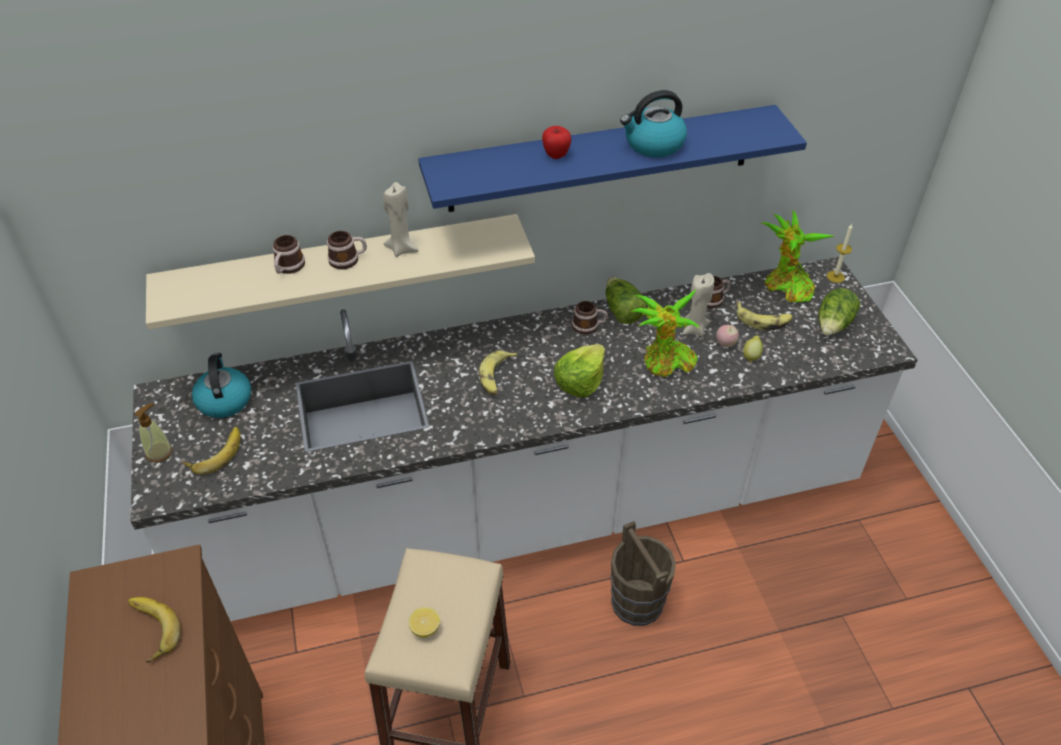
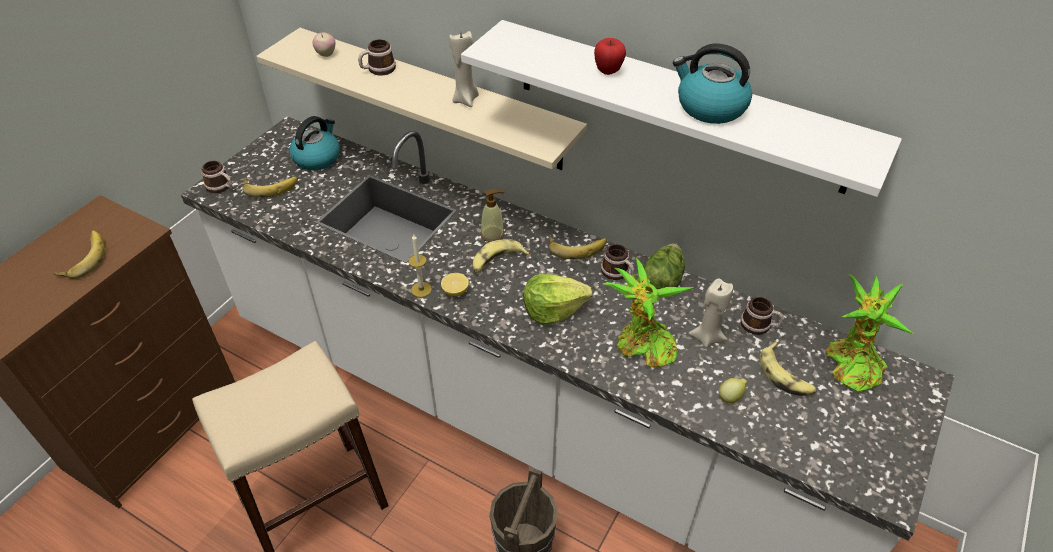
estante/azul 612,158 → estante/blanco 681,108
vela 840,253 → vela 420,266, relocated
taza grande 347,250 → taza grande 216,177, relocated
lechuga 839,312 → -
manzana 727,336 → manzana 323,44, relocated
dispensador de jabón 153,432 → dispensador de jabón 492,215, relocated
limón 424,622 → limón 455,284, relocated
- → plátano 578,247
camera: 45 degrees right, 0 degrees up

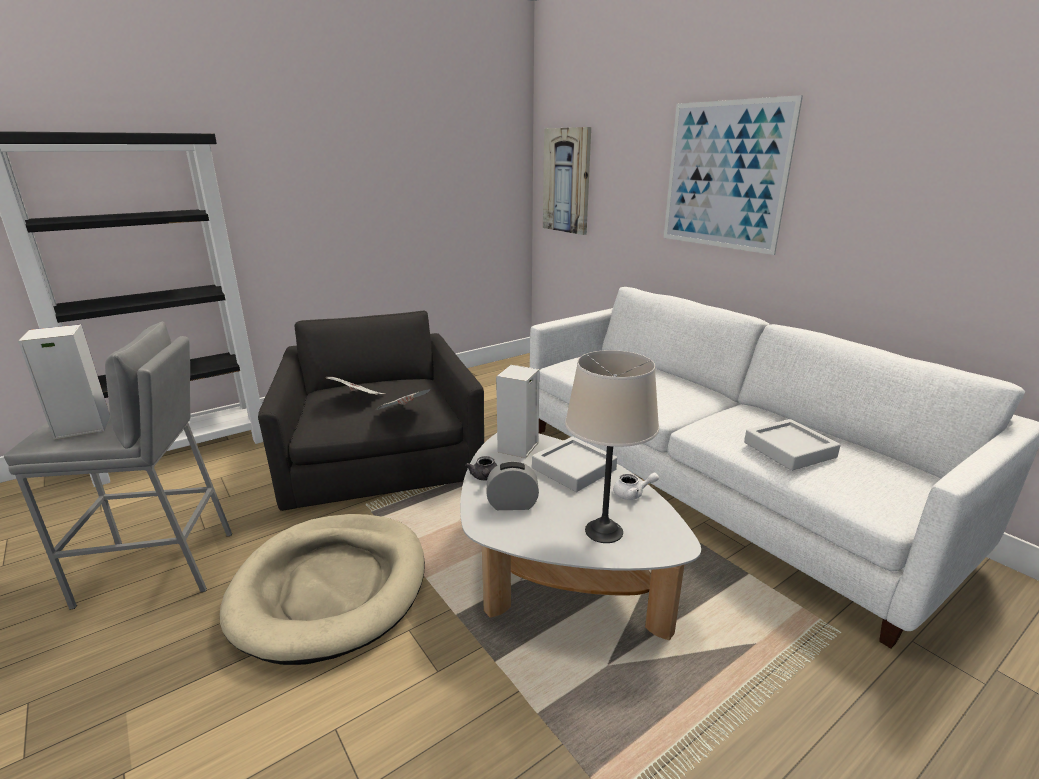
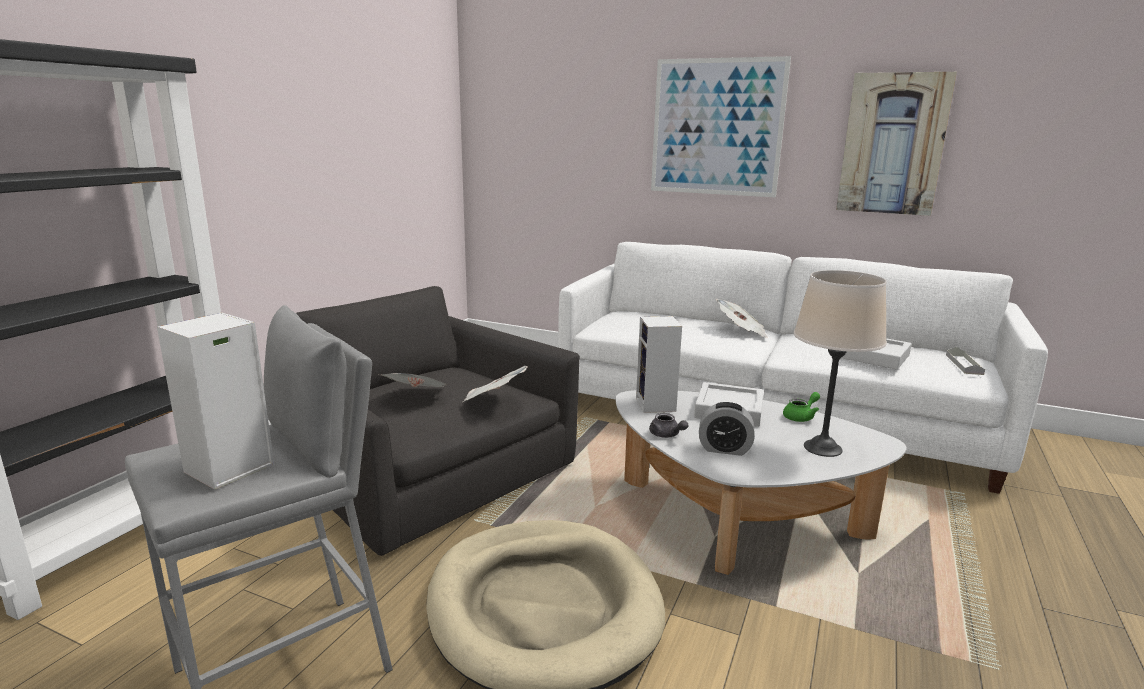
cuadro 567,181 → cuadro 896,144, relocated
despertador 512,485 → despertador 727,429, 135 degrees counterclockwise
tetera/blanco 636,486 → tetera/verde 801,407
- → periódico 742,318
- → bandeja/gris 965,361
camera: 30 degrees left, 5 degrees down

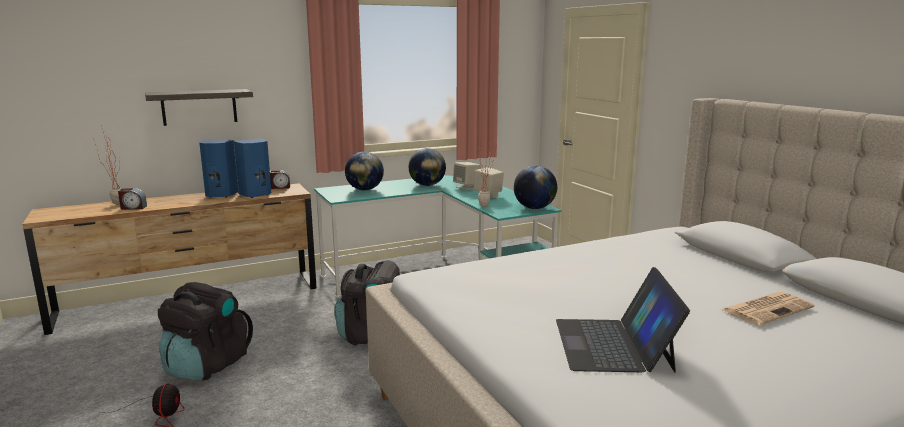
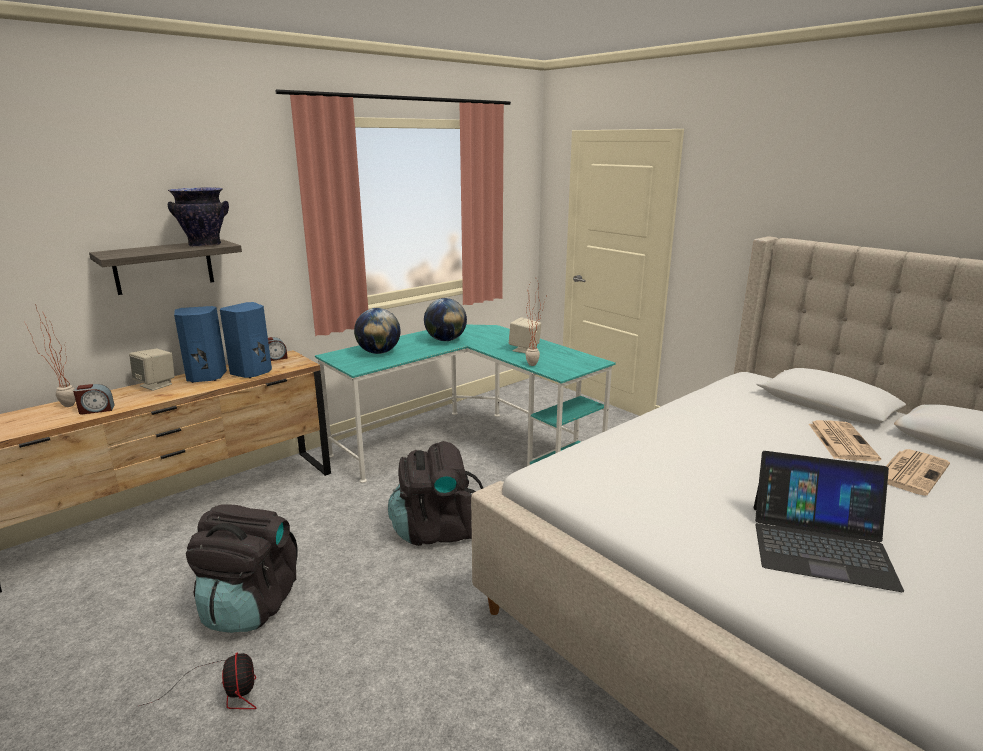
altavoz/beis 467,176 → altavoz/beis 152,370, relocated
globo terráqueo 535,187 → -
portátil 623,320 → portátil 829,521, 60 degrees counterclockwise
- → florero 198,217
- → periódico 845,440
camera: 15 degrees left, 5 degrees up

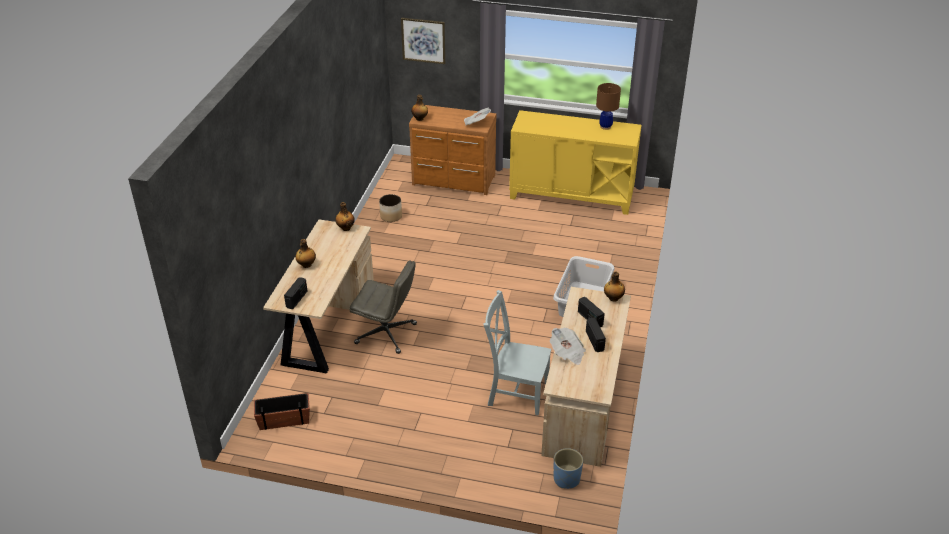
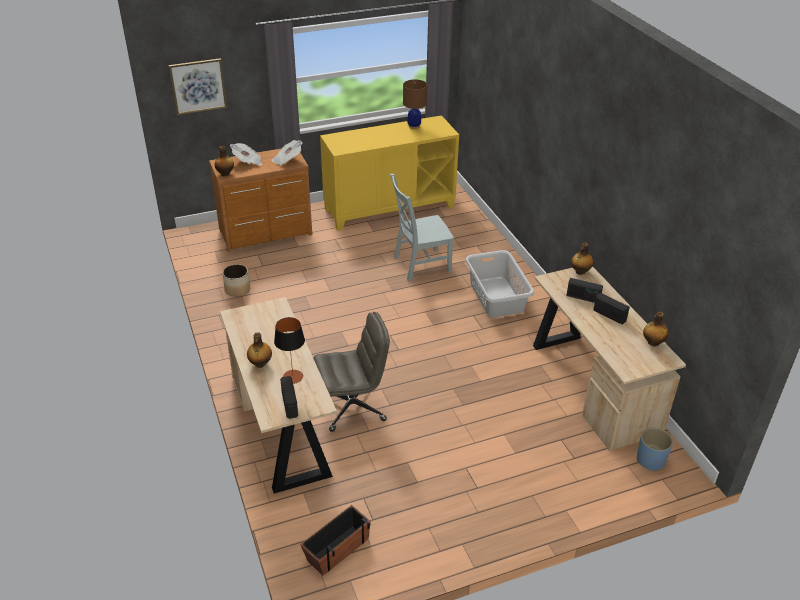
botella 345,216 → botella 656,329, relocated
silla/gris 517,352 → silla/gris 422,227, relocated
periódico 568,346 → periódico 246,154, relocated
- → lámpara de mesa 289,350
camera: 35 degrees left, 0 degrees up

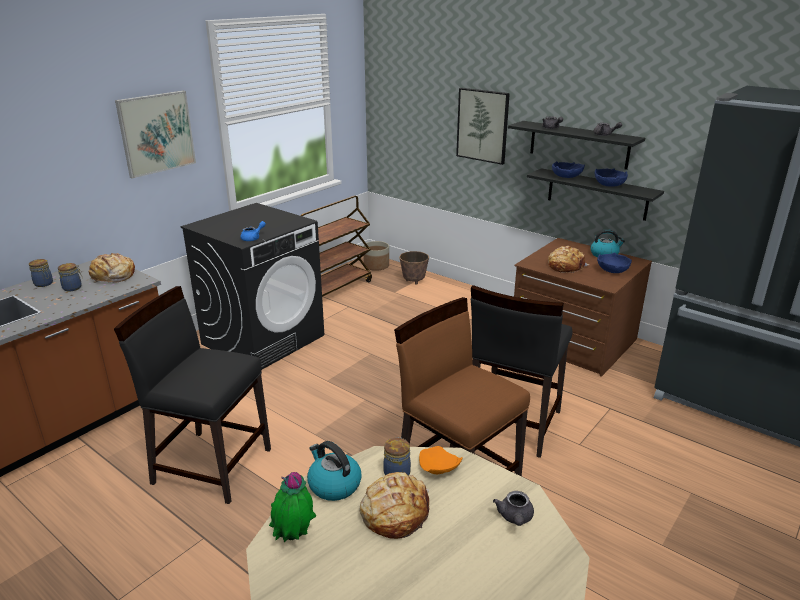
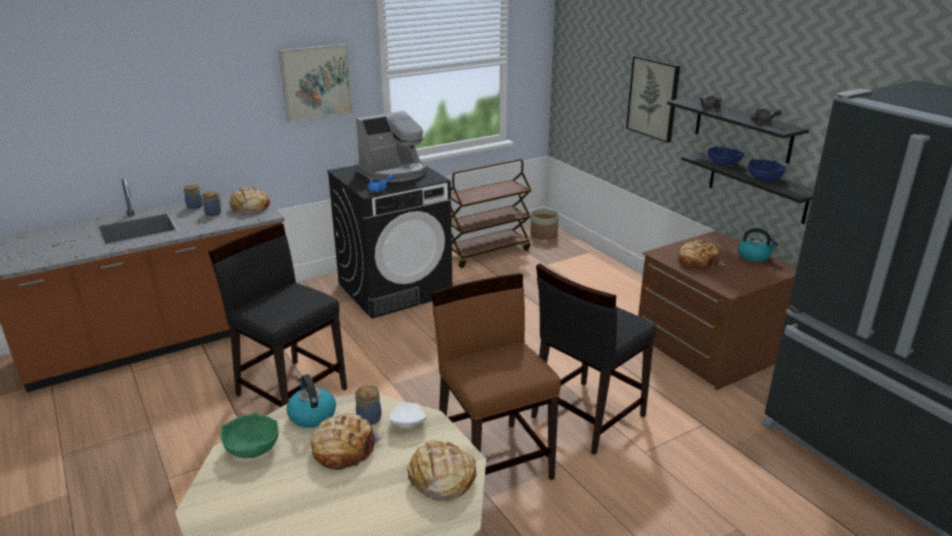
maceta 414,268 → -
cuenco/azul 614,263 → -
plato/naranja 441,460 → plato/blanco 408,415
planta en maceta 292,507 → cuenco/verde 249,435
tetera/gris 513,508 → pan 441,470
- → cafetera 390,146
camera: 20 degrees right, 0 degrees up

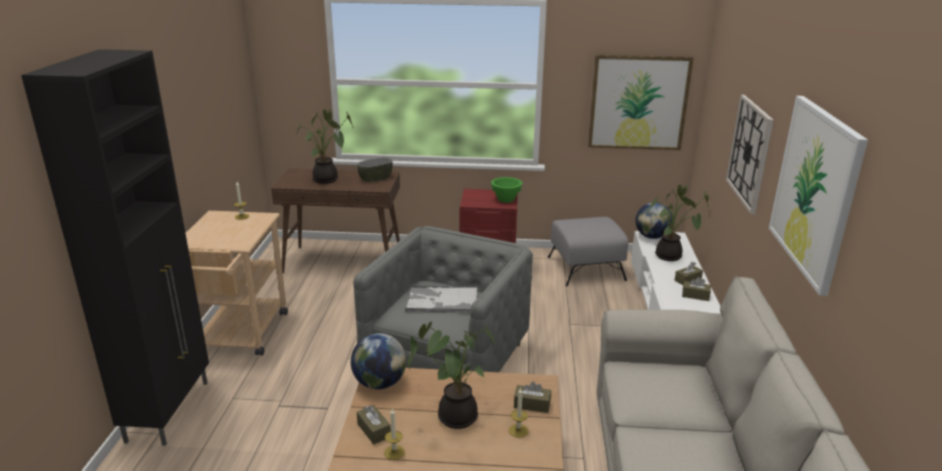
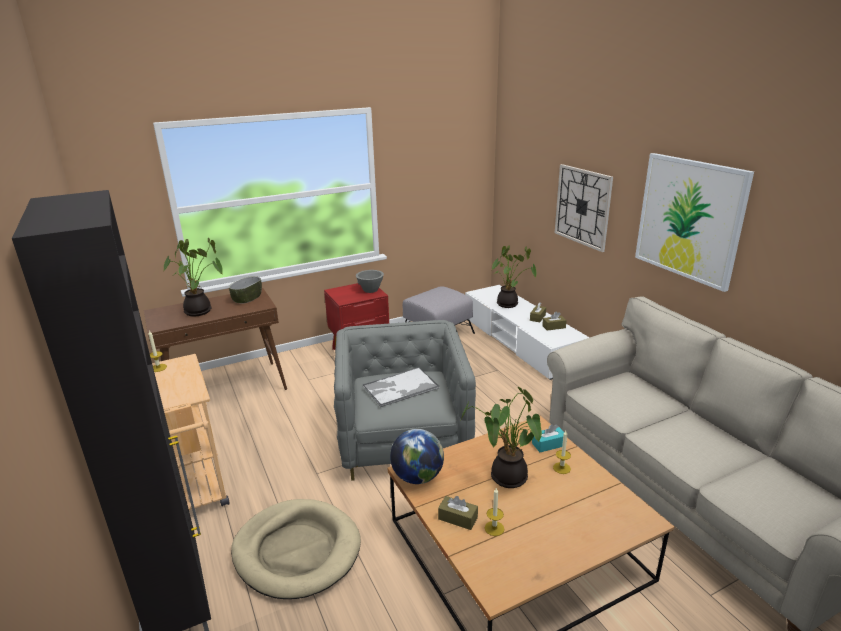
cuadro 640,102 → -
cuenco/verde 506,190 → cuenco/gris 370,281
globo terráqueo 653,221 → -
caja de pañuelos/marrón 532,397 → caja de pañuelos/turquesa 548,438
- → cama para perro/beis 296,549
camera: 30 degrees left, 0 degrees up

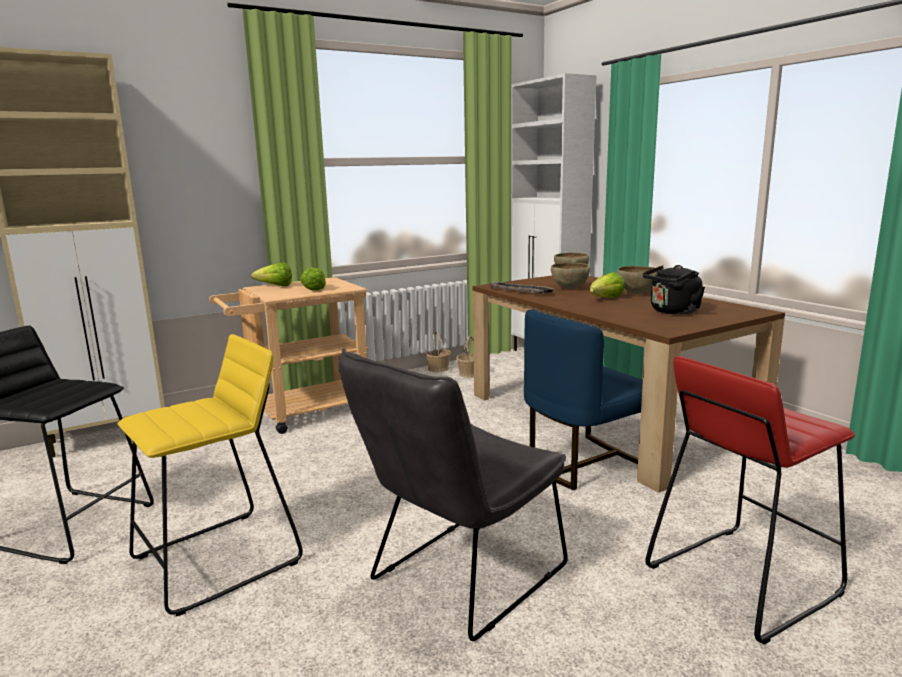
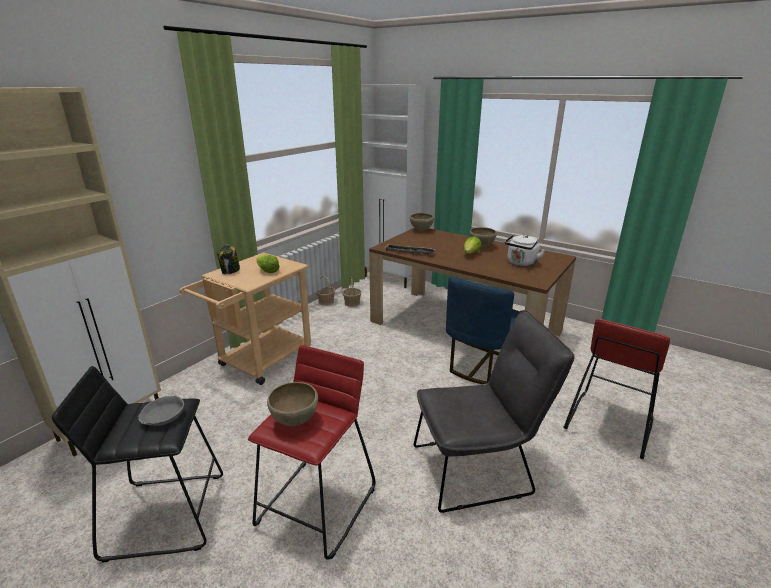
lechuga 271,274 → tarro 228,259
cuenco/marrón 570,276 → cuenco/marrón 292,404, relocated
hervidor/negro 674,289 → hervidor/blanco 525,250
taburete/amarillo 210,475 → taburete/rojo 312,452
silla/gris 453,495 → silla/gris 494,411, 120 degrees counterclockwise
- → cuenco/gris 161,410
camera: 25 degrees left, 10 degrees up

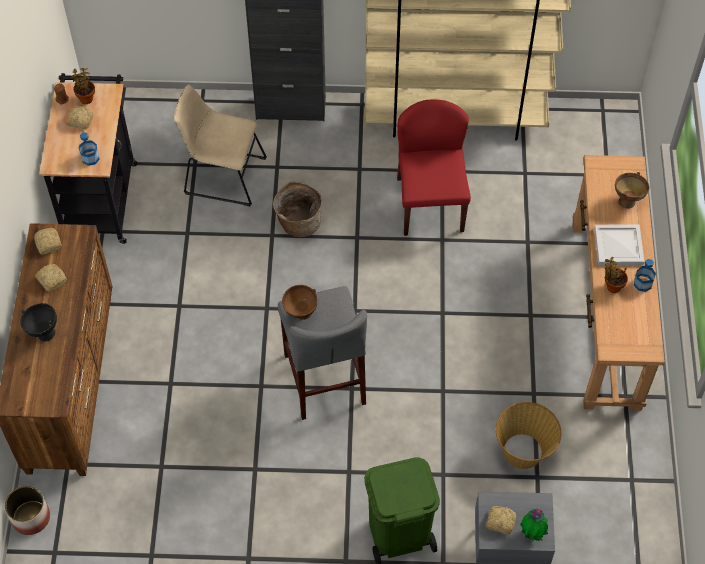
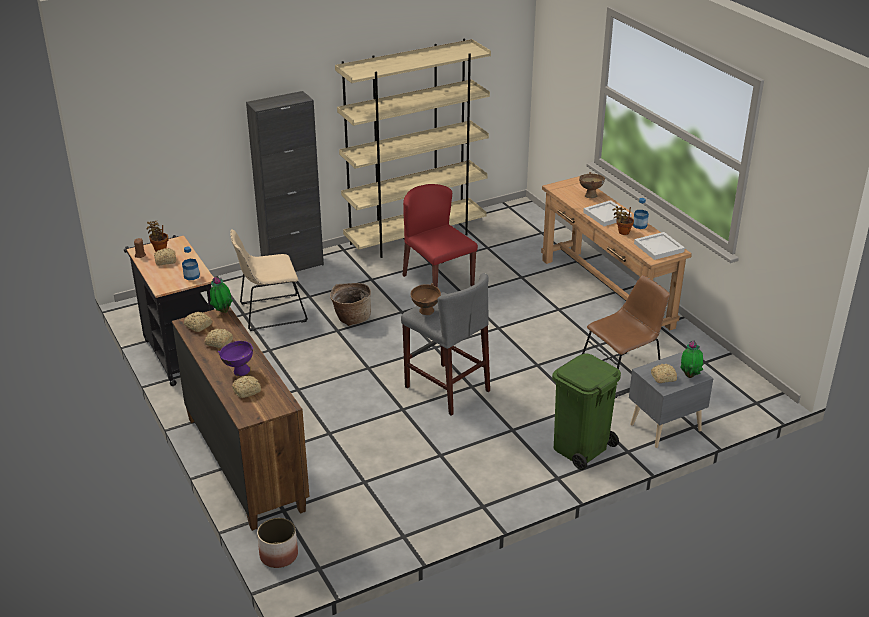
cuenco/negro 38,322 → cuenco/morado 235,358
cesta 528,435 → silla/marrón 626,336
- → bandeja/blanco 659,246
- → planta en maceta 221,294
- → pan 246,387
camera: 30 degrees left, 25 degrees down

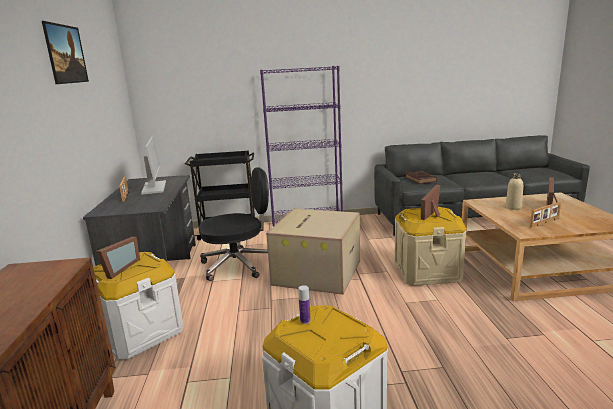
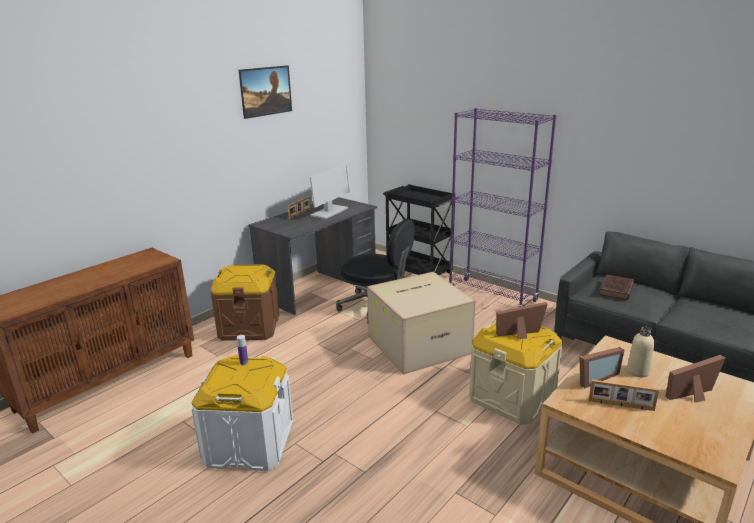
portarretratos 118,258 → portarretratos 601,367, relocated
caja de almacenaje/blanco 138,305 → caja de almacenaje/marrón 245,302
camera: 45 degrees right, 5 degrees up

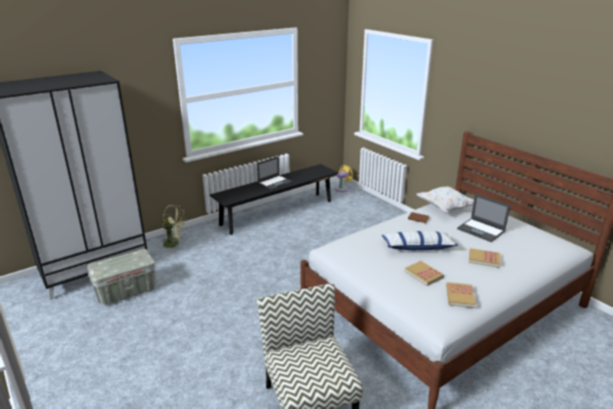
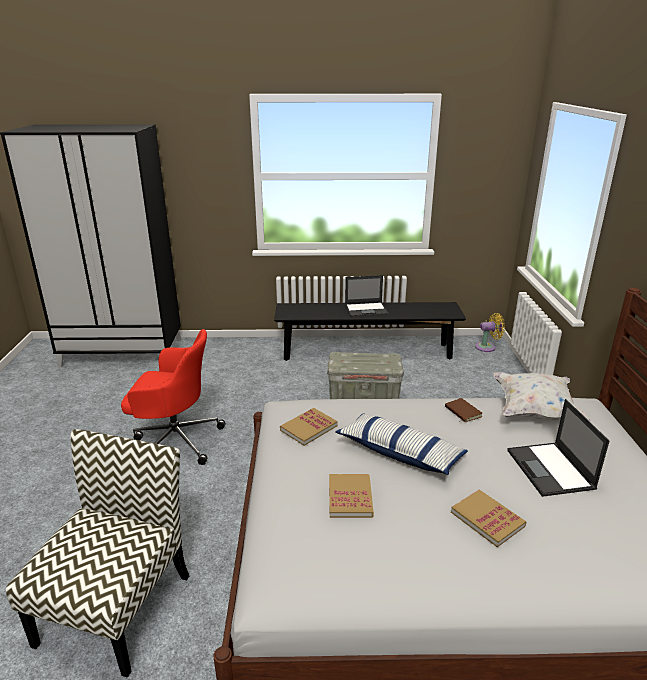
ventilador/verde 174,228 → -
caja de almacenaje/gris 121,277 → caja de almacenaje/gris 365,375, relocated
libro 461,295 → libro 309,427, relocated
- → silla de oficina/rojo 173,397
camera: 35 degrees right, 0 degrees up

